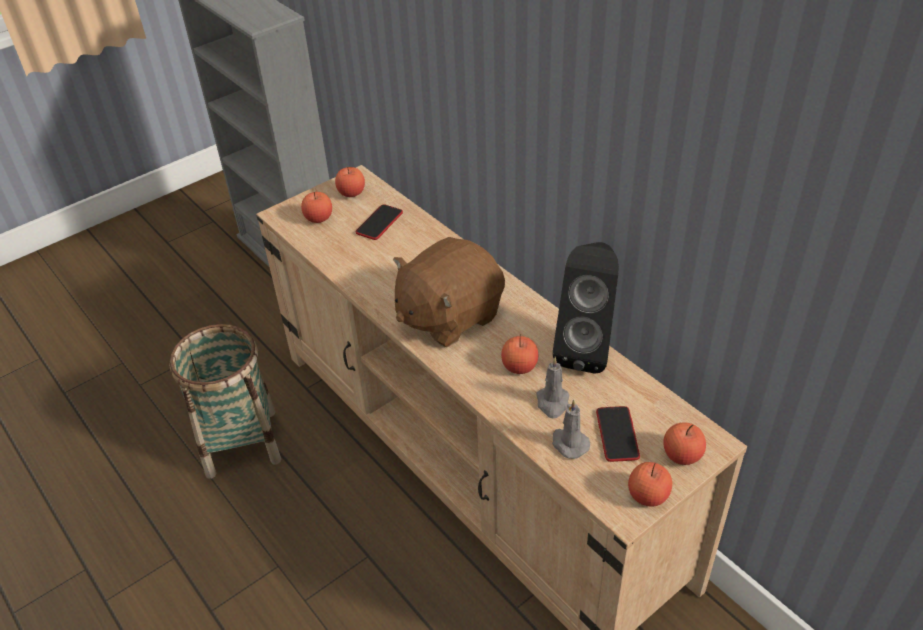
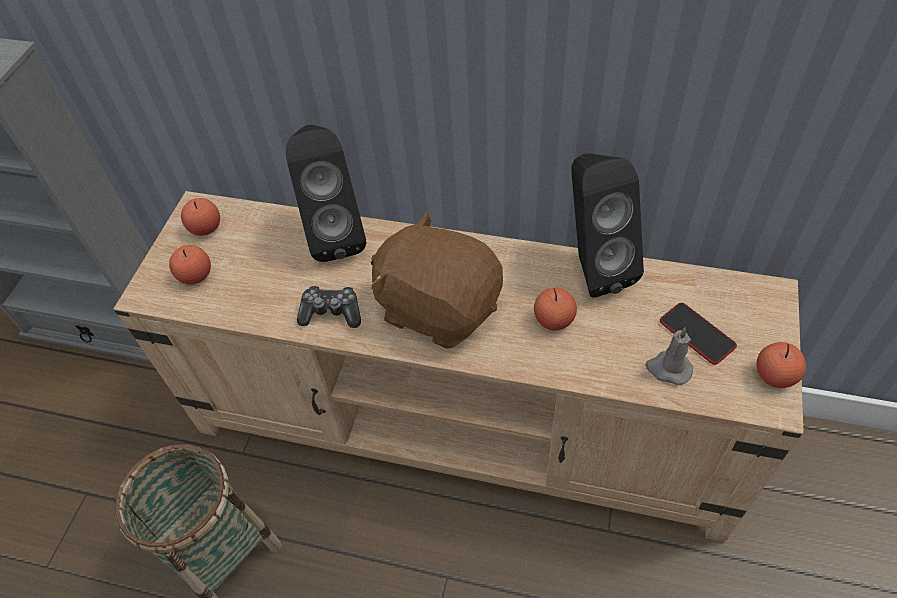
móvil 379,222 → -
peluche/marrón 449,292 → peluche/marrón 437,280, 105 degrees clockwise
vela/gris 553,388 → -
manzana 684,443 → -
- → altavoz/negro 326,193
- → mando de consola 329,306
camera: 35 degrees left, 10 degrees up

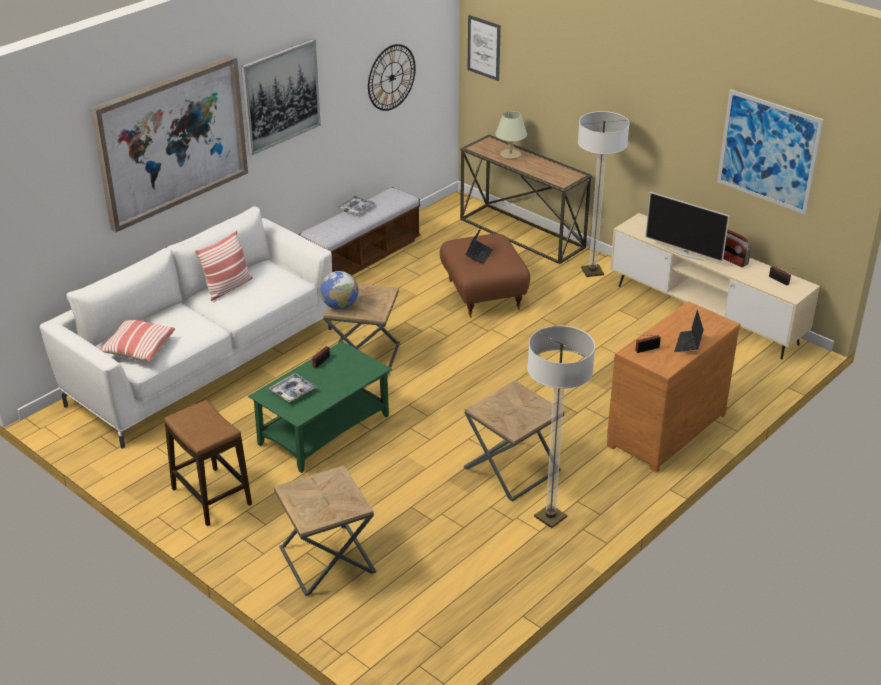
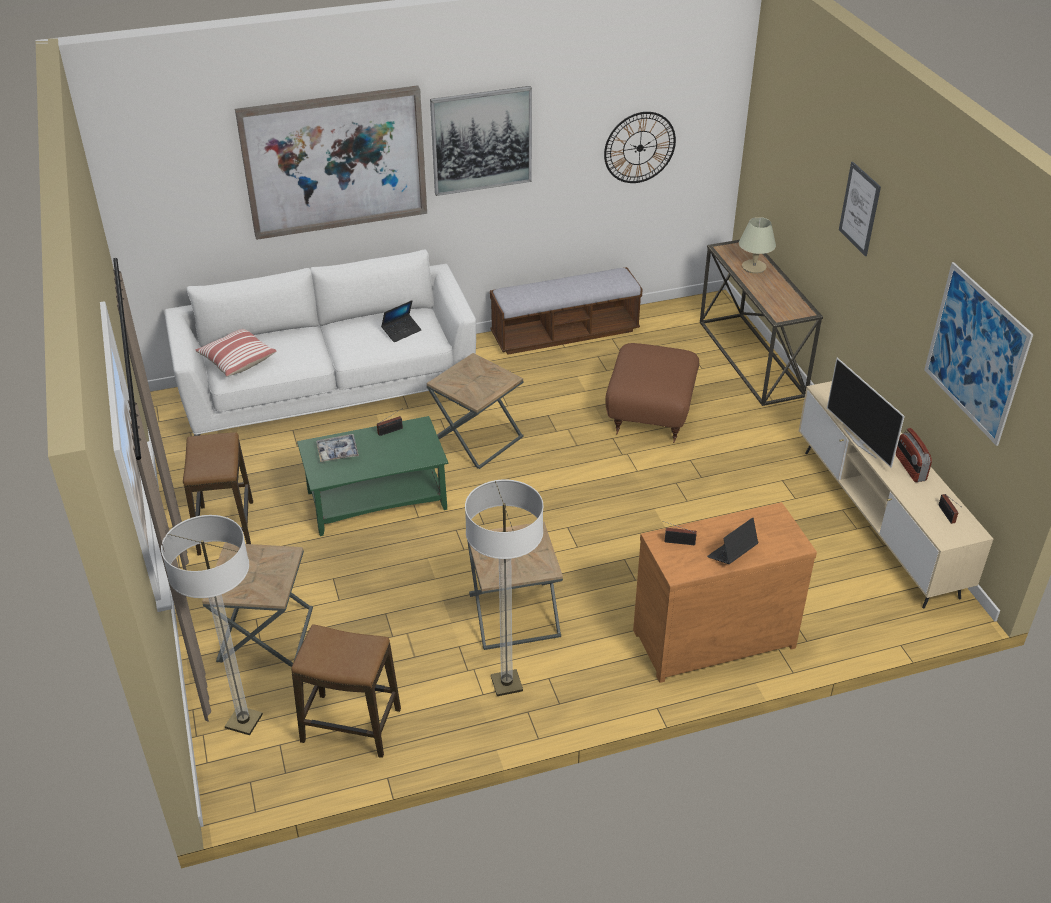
cuadro 484,48 → cuadro 860,209, relocated
lámpara de pie 604,194 → lámpara de pie 212,625, relocated
bandeja 356,205 → -
portátil 479,244 → portátil 401,321, relocated
cojín 224,266 → -
globo terráqueo 339,290 → -
- → taburete 346,691
camera: 30 degrees right, 5 degrees up

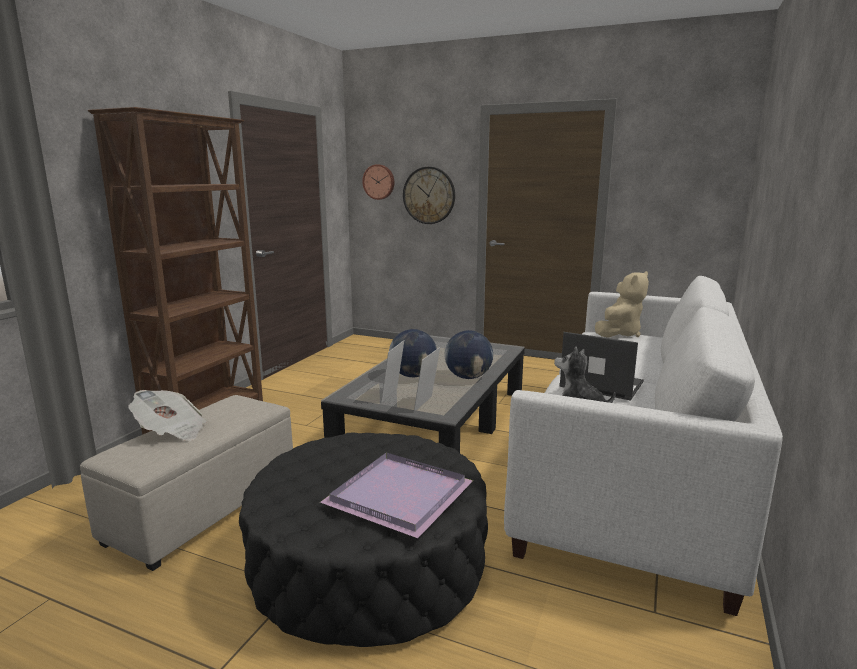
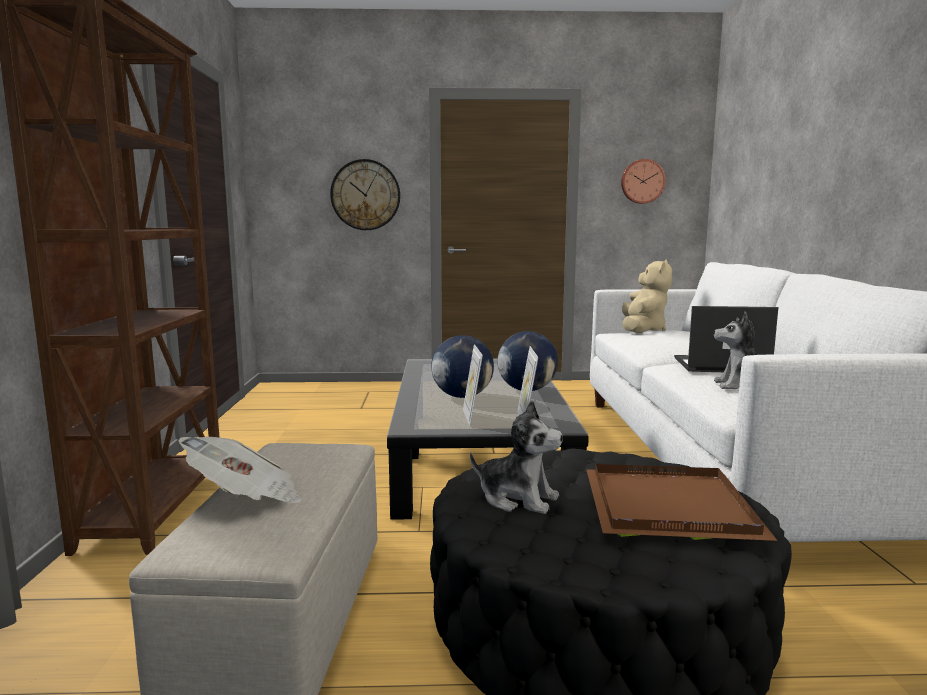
reloj de pared 378,182 → reloj de pared 643,181, relocated
bandeja/morado 396,495 → bandeja/marrón 682,502
- → peluche 516,457
camera: 25 degrees left, 5 degrees down

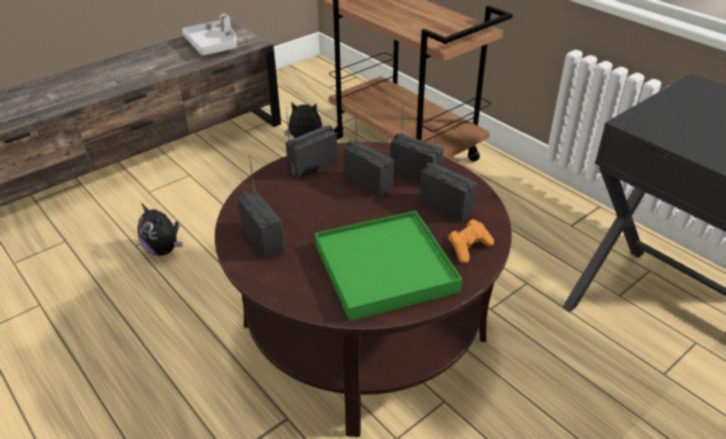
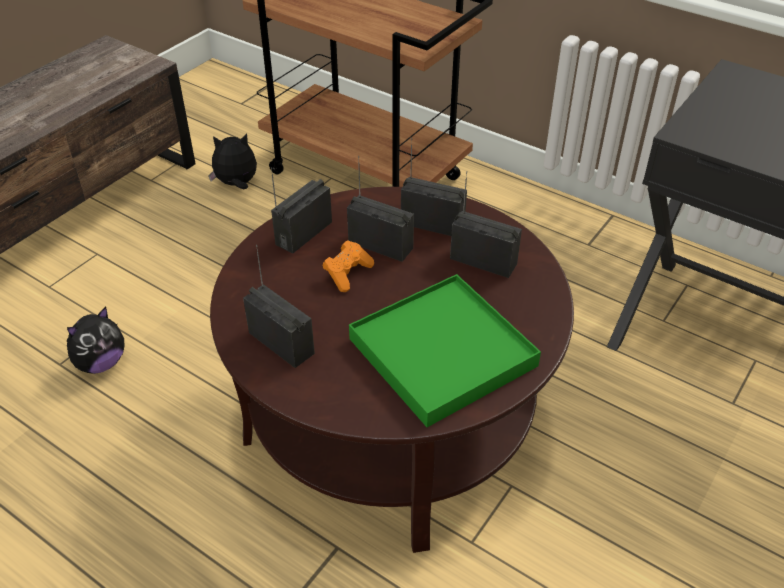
bandeja/gris 209,35 → -
peluche 160,229 → peluche 95,340, 75 degrees counterclockwise
mando de consola/naranja 471,241 → mando de consola/naranja 348,266, relocated
camera: 15 degrees left, 5 degrees up

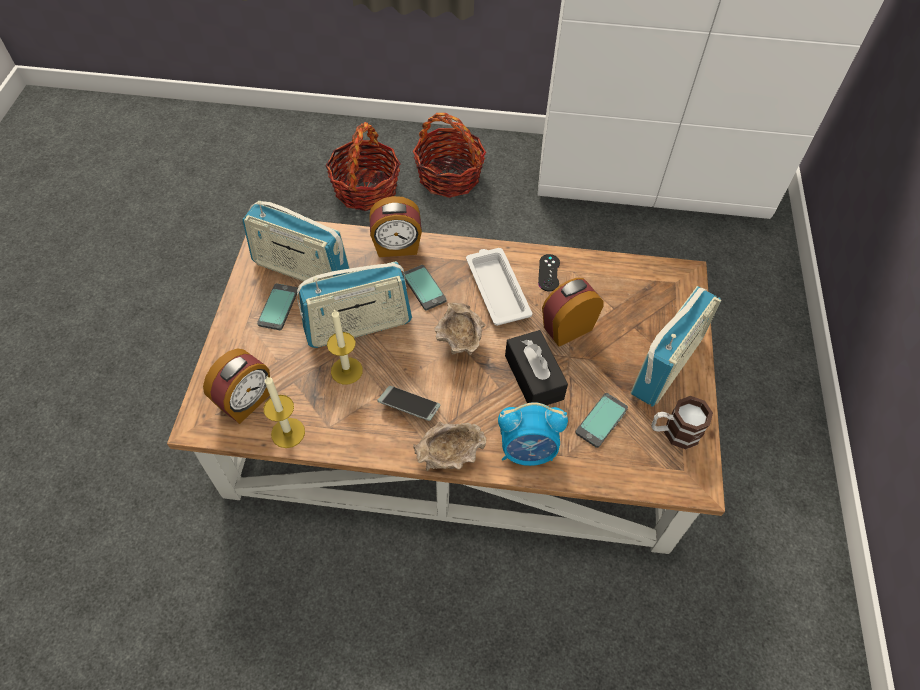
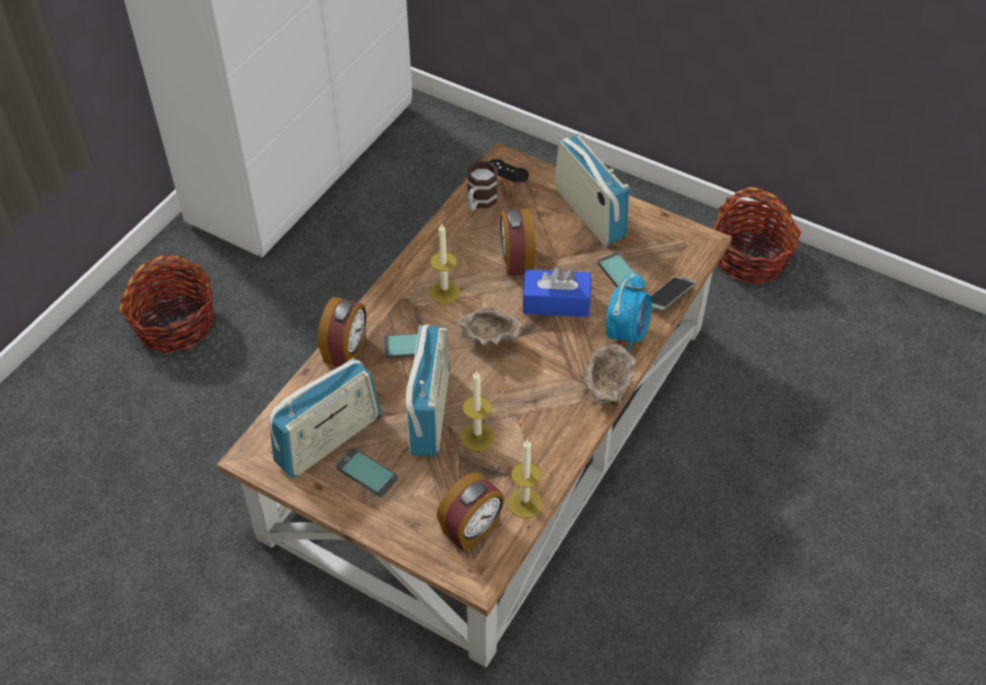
cesta 363,166 → cesta 757,236, relocated
bandeja/blanco 499,287 → vela 445,264
mando de consola/negro 549,272 → mando de consola/negro 509,171, relocated
caja de pañuelos/negro 536,367 → caja de pañuelos/azul 556,291
despertador 236,386 → despertador 470,512, 75 degrees clockwise
móvil 409,403 → móvil 674,293, relocated
taza grande 682,422 → taza grande 482,186, relocated
camera: 65 degrees left, 5 degrees down

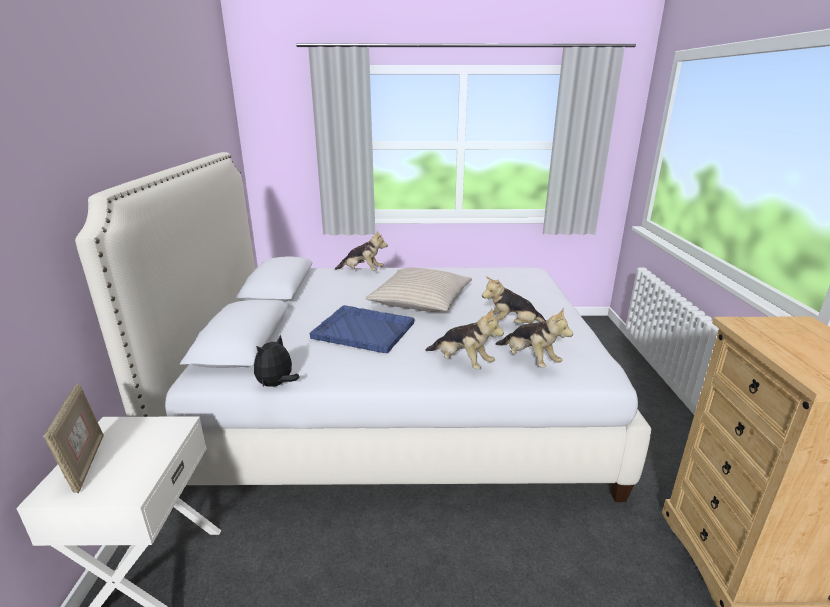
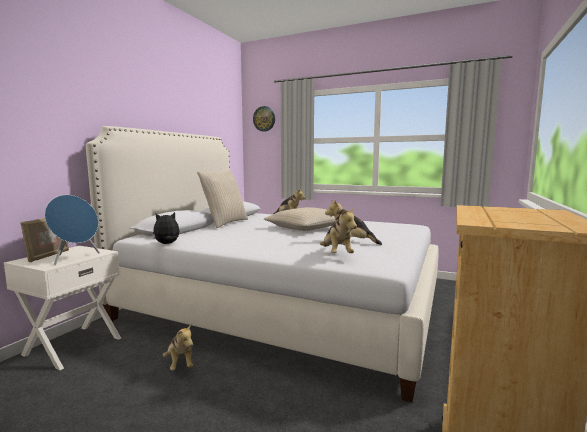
bandeja/azul 362,329 → -
peluche 464,338 → peluche 178,347, relocated
- → reloj de pared 264,119
- → cojín/beis 222,199
- → altavoz/azul 72,230
camera: 25 degrees right, 15 degrees down

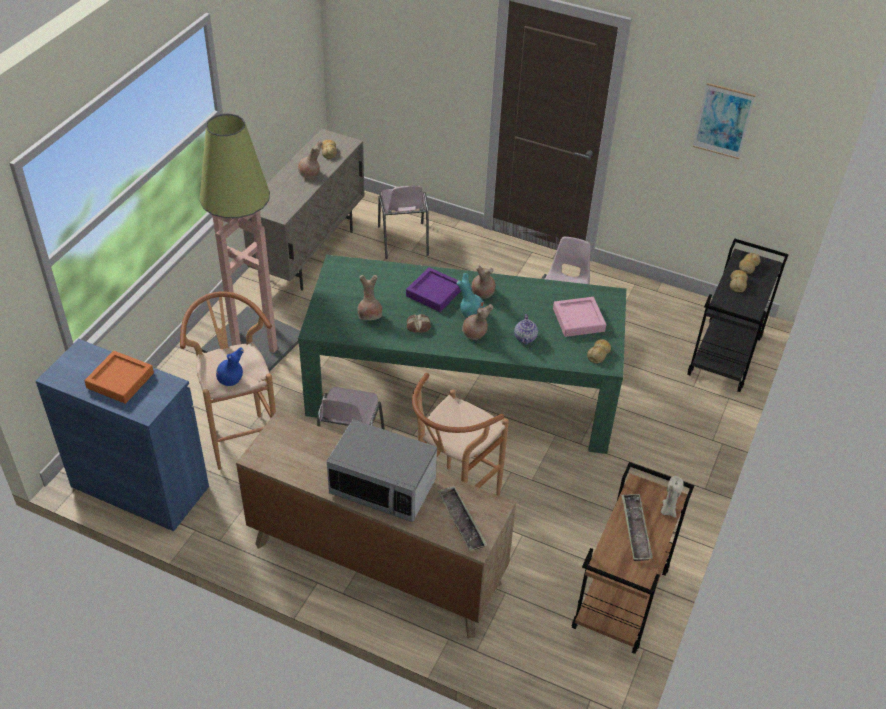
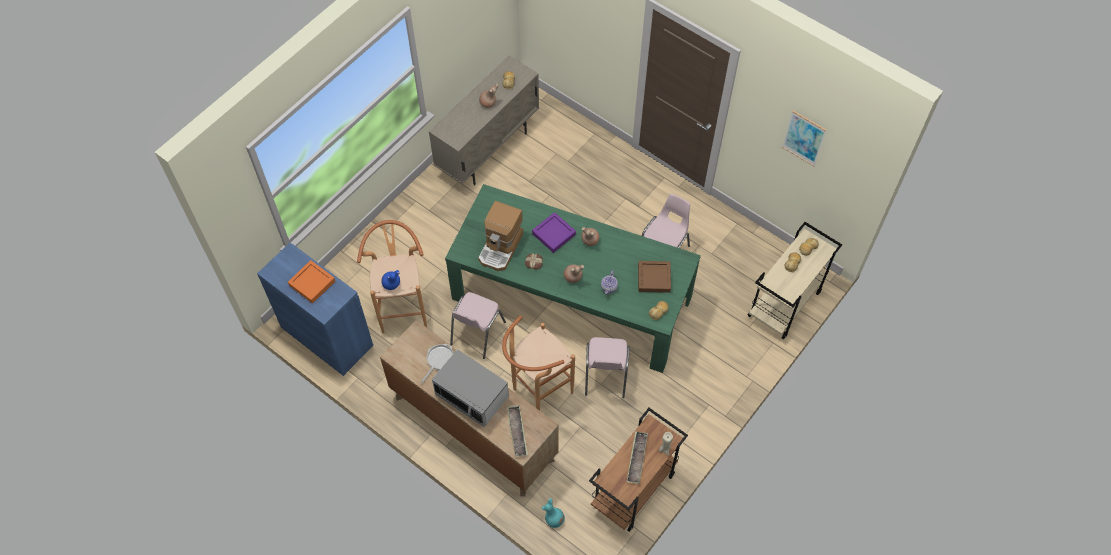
lámpara de pie 249,243 → -
silla/rosa 403,222 → silla/rosa 607,367, relocated
carrito/negro 738,315 → carrito/beis 795,280
florero/turquesa 470,295 → florero/turquesa 553,513, relocated
florero/marrón 369,297 → cafetera 500,236
bandeja/rosa 579,317 → bandeja/marrón 654,277
- → sartén 437,363
camera: 15 degrees right, 15 degrees up

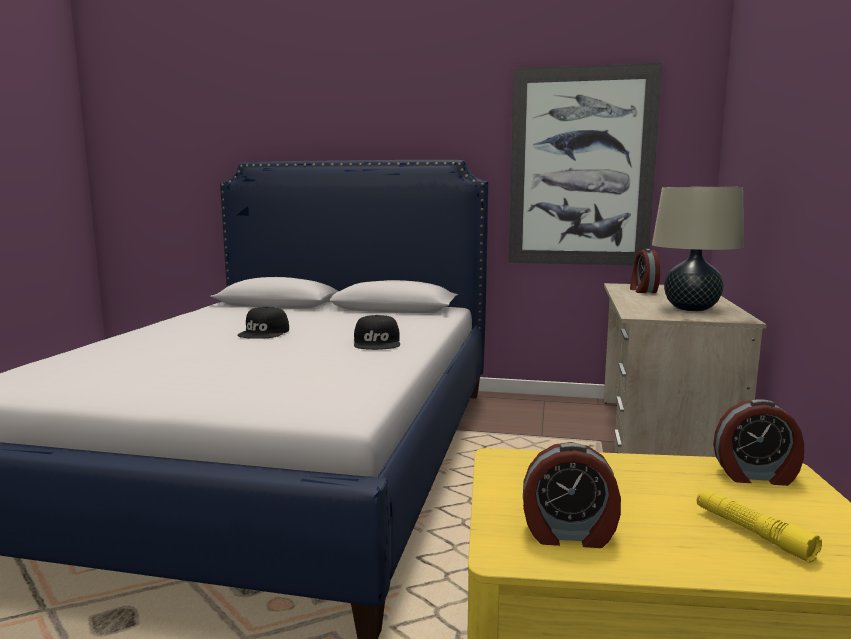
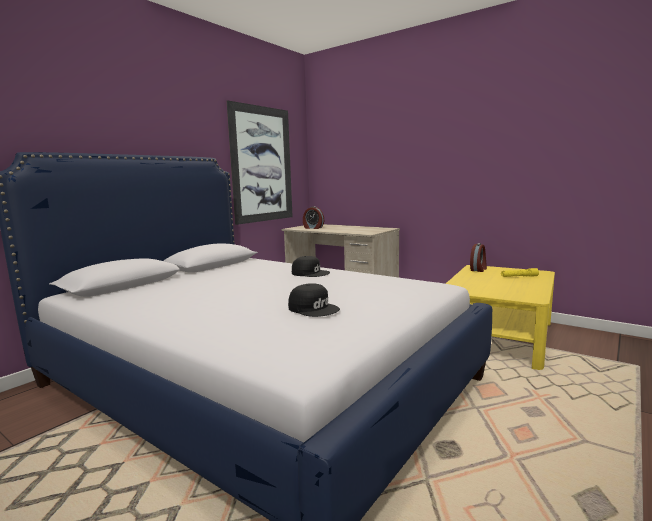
lámpara de mesa/beis 698,249 → -
gorra/negro 263,322 → gorra/negro 314,300, relocated
despertador 572,495 → -
camera: 65 degrees left, 0 degrees up

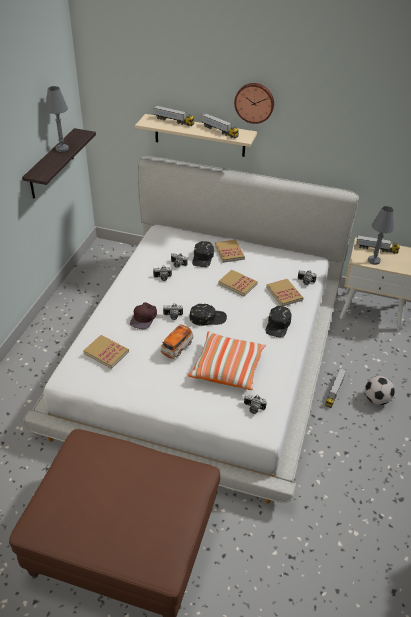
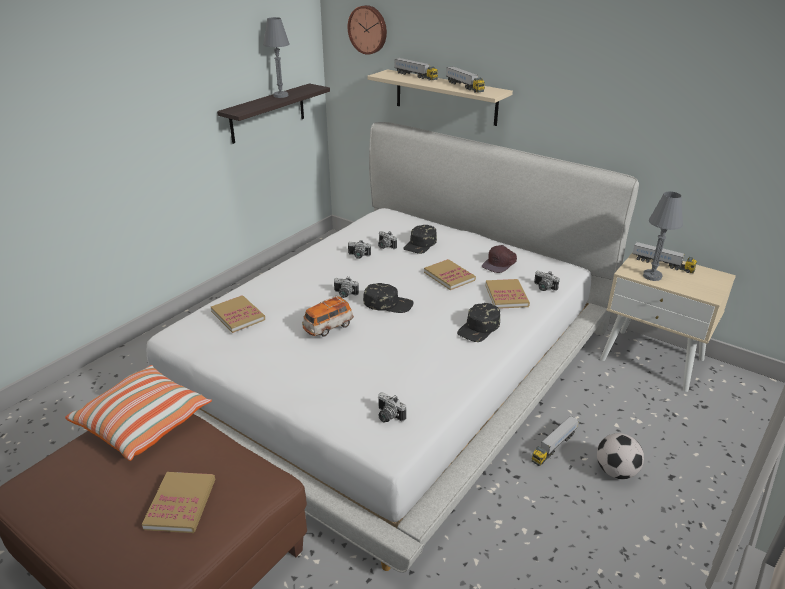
reloj de pared 254,103 → reloj de pared 367,30, relocated
libro 230,251 → libro 178,502, relocated
gorra/marrón 143,315 → gorra/marrón 499,259, relocated
cojín 227,361 → cojín 138,413, relocated
camera: 20 degrees right, 10 degrees down

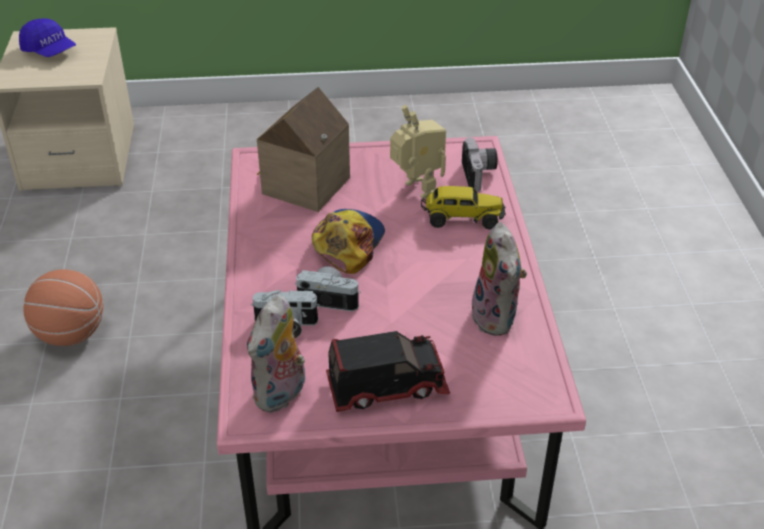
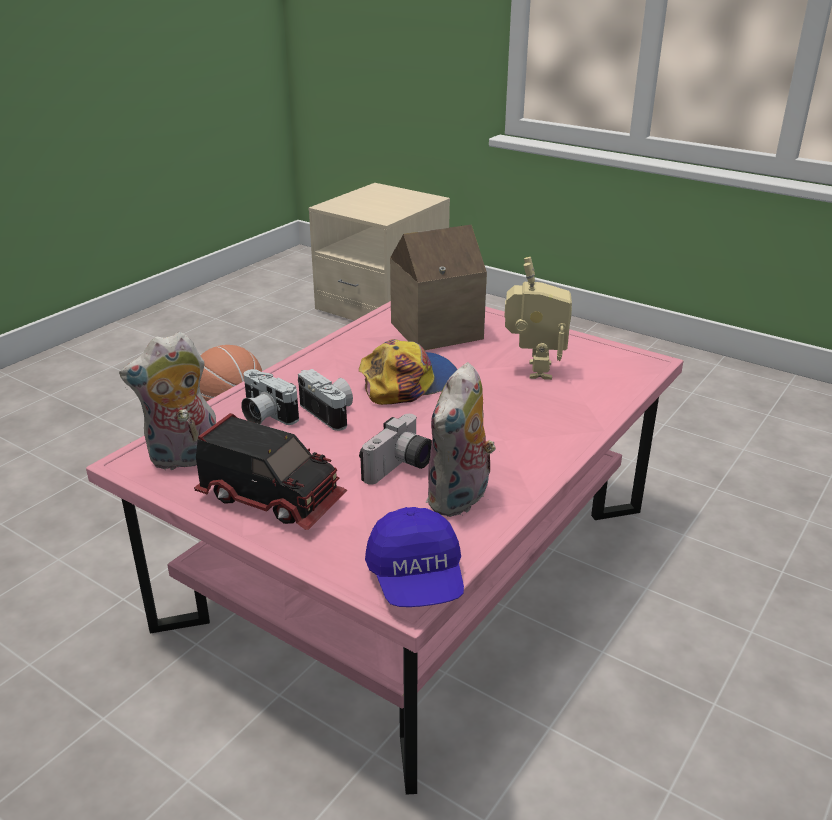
gorra/azul 47,38 → gorra/azul 414,557, relocated
cámara 480,164 → cámara 395,449, relocated
camión de juguete 463,208 → -
camera: 40 degrees right, 10 degrees down

